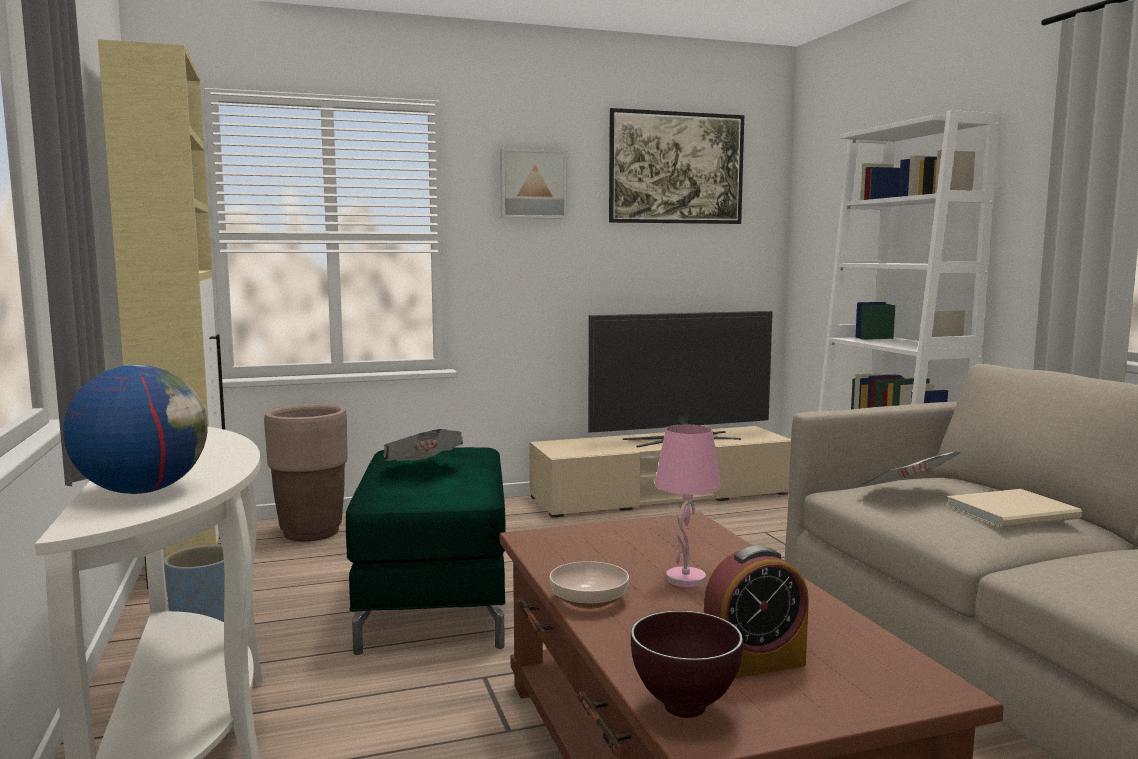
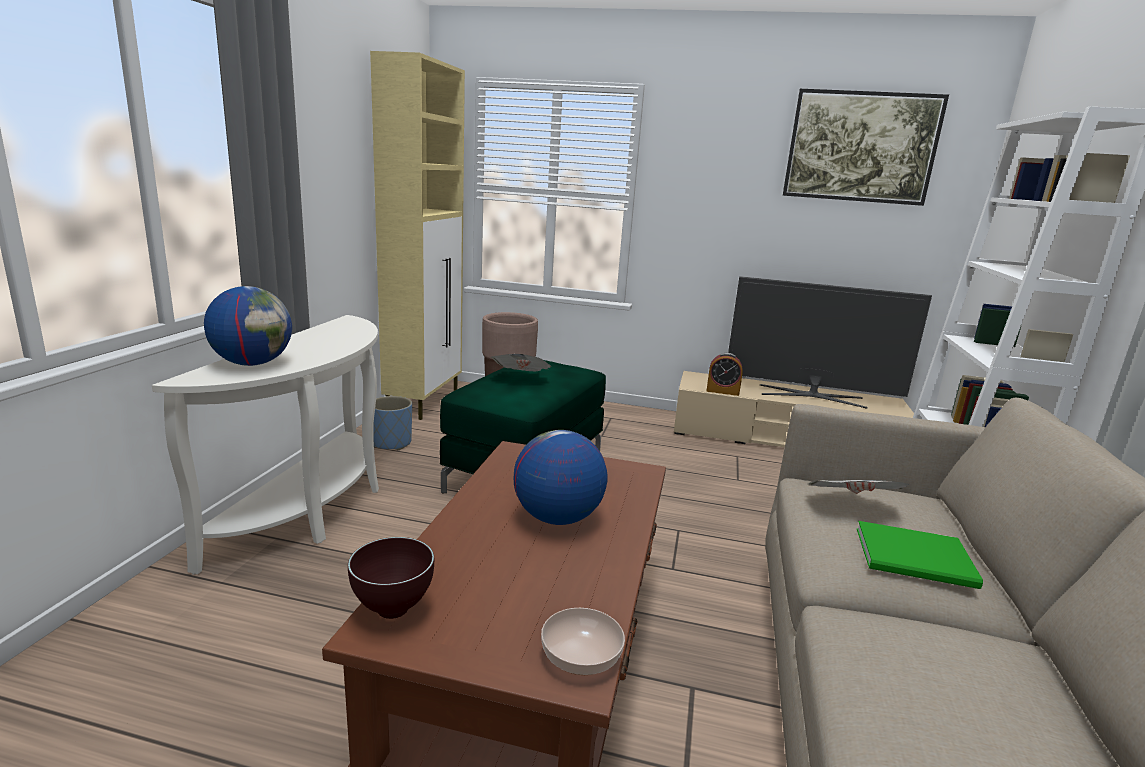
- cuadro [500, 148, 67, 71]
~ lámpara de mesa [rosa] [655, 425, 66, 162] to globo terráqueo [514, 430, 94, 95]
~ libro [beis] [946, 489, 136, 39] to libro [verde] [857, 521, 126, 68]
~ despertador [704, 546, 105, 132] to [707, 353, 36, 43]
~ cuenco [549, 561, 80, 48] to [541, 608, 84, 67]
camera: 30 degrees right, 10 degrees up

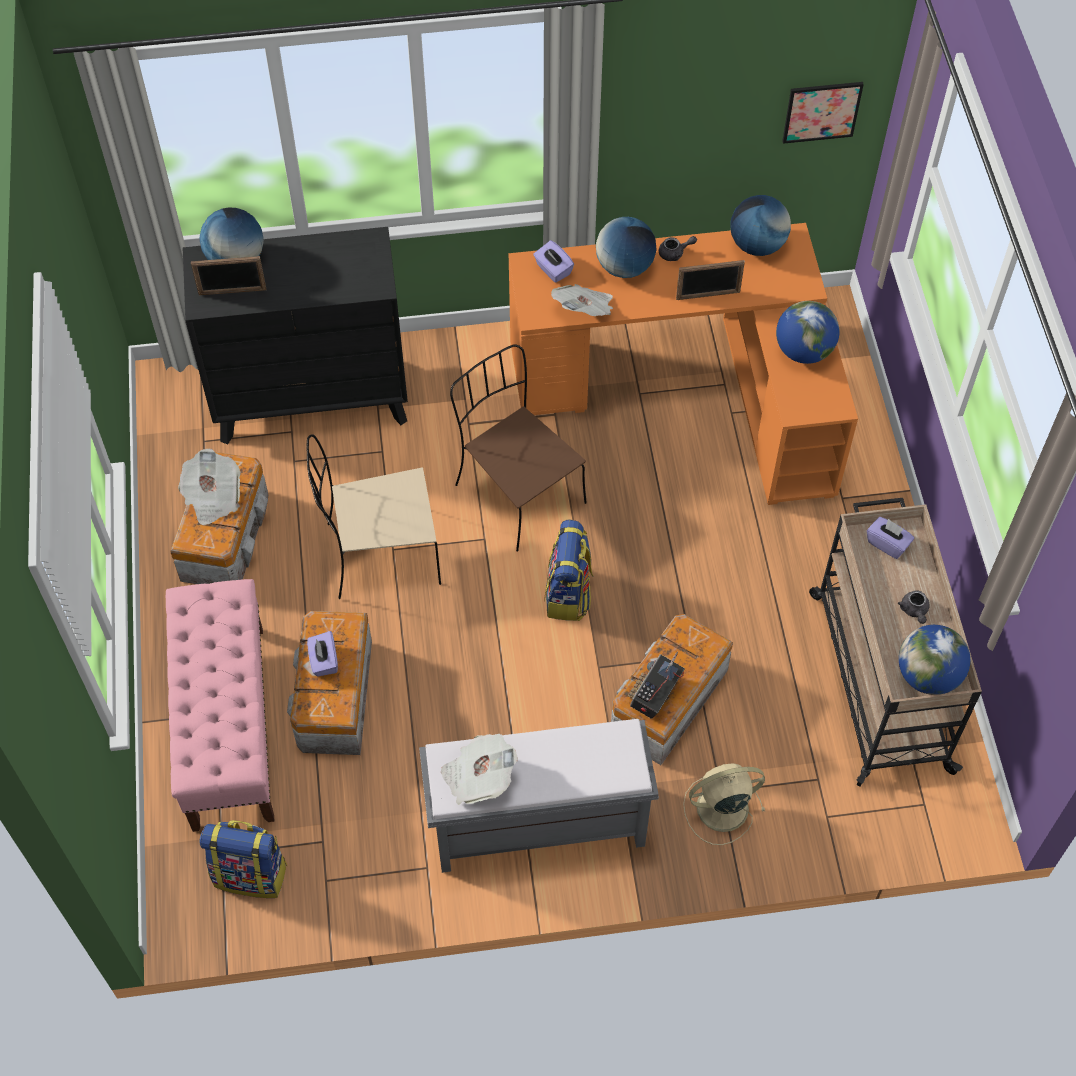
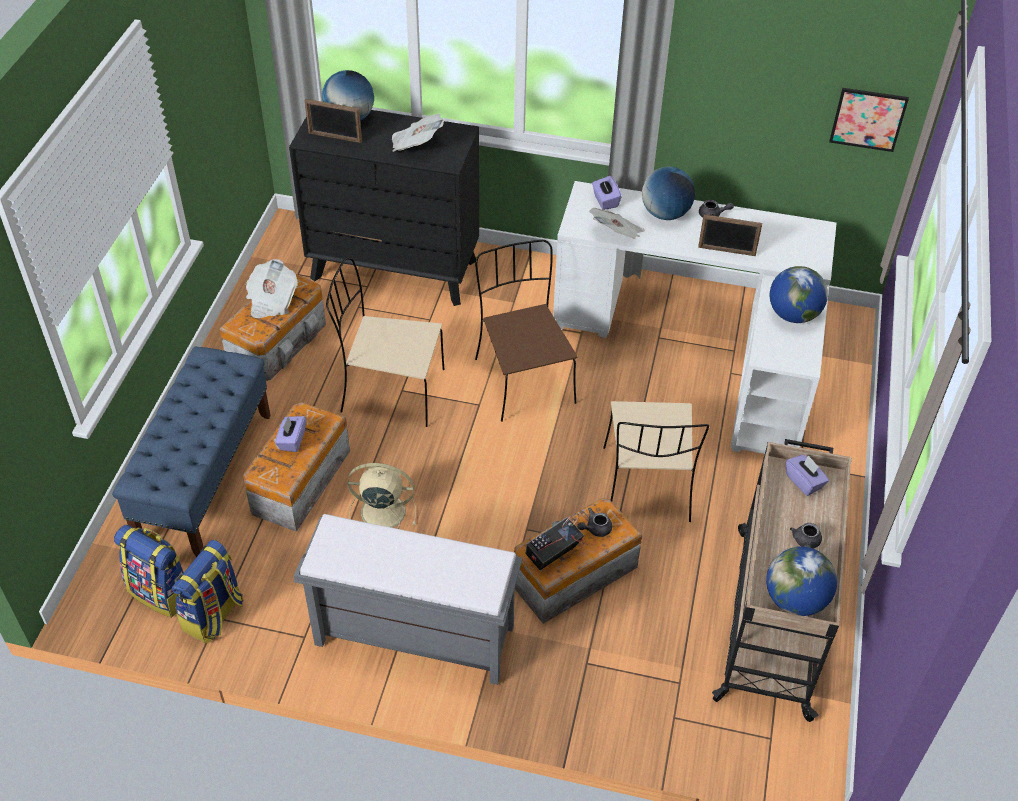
- globo terráqueo [731, 195, 60, 61]
~ escritorio [naranja] [508, 223, 350, 282] to escritorio [blanco] [553, 181, 283, 273]
~ mochila [544, 520, 50, 101] to [172, 540, 72, 103]
~ banco [rosa] [166, 579, 109, 253] to banco [azul] [112, 347, 159, 210]
~ periódico [441, 734, 77, 71] to [392, 114, 52, 38]
~ ventilador [beis] [683, 763, 82, 82] to [347, 463, 69, 66]
+ silla [beis] [603, 401, 106, 121]
+ tetera [gris] [577, 508, 35, 29]
camera: 20 degrees right, 10 degrees down

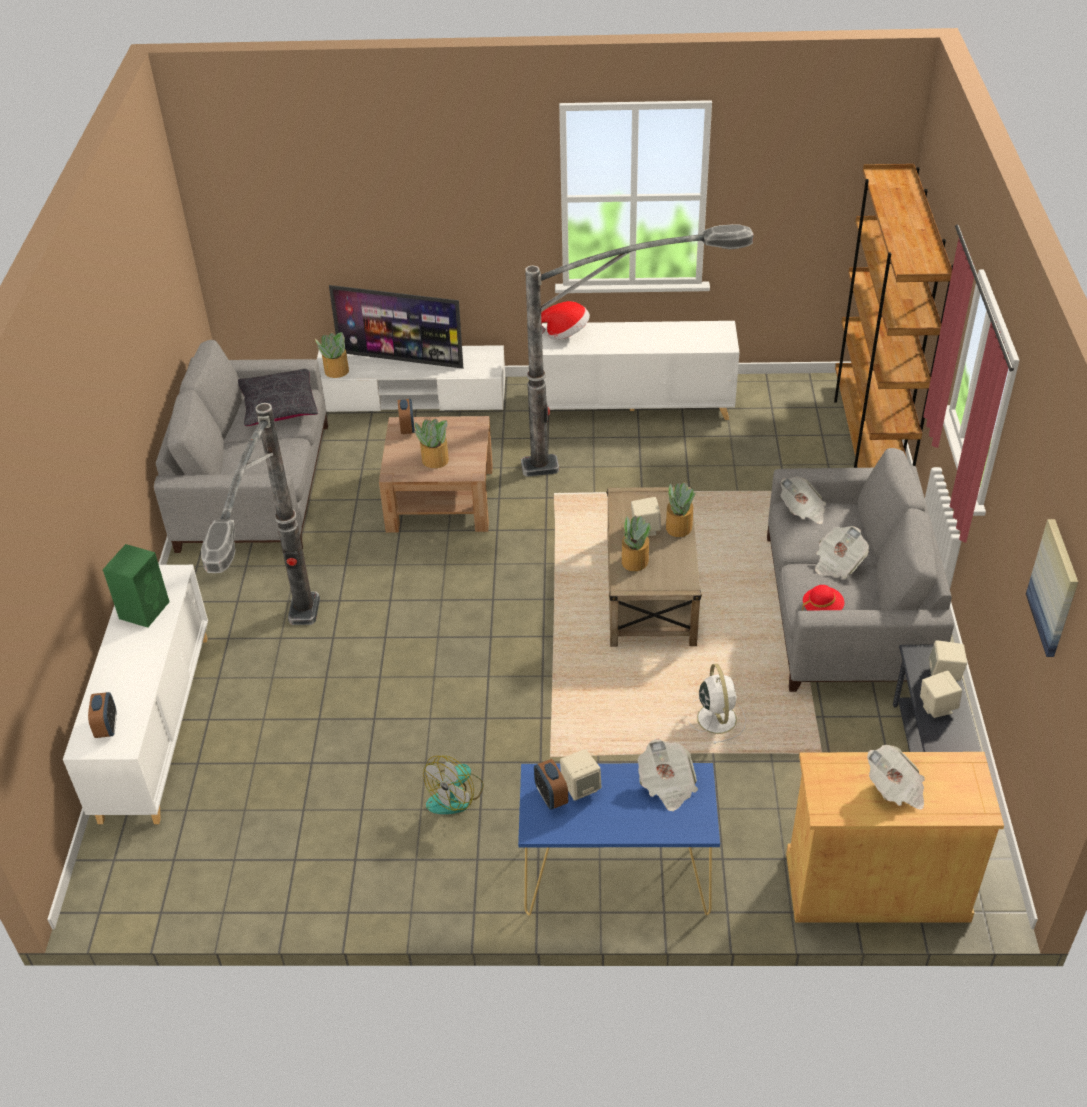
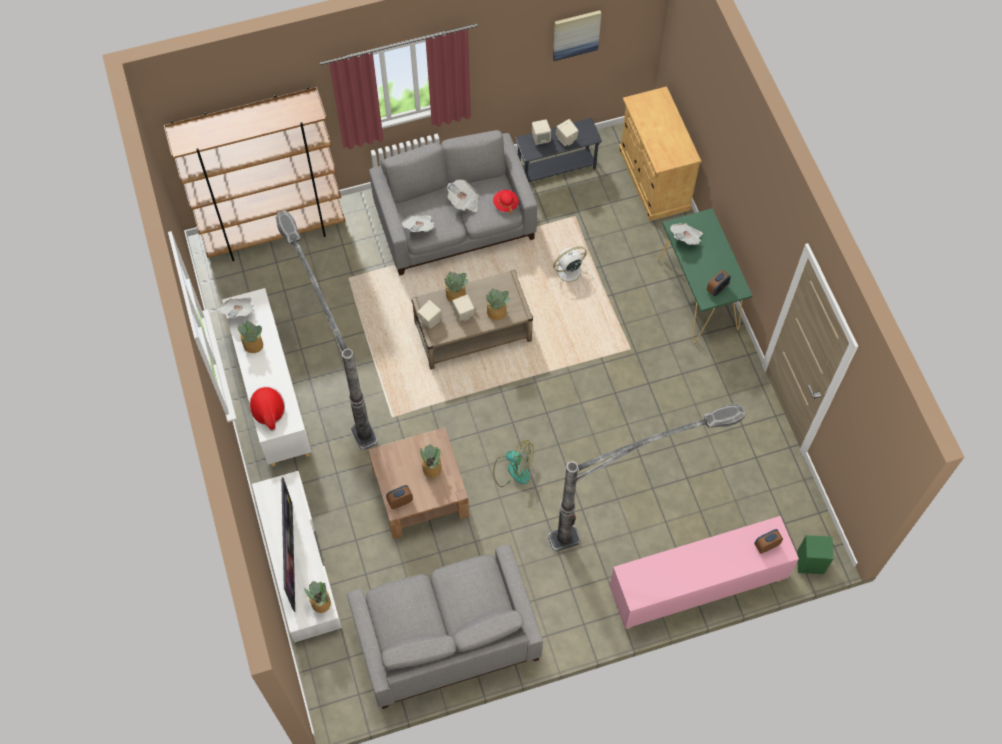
- cojín [negro] [238, 369, 80, 57]
~ altavoz [verde] [103, 544, 67, 84] to [797, 535, 37, 39]
~ armario [blanco] [63, 565, 145, 259] to armario [rosa] [609, 516, 190, 113]
~ periódico [867, 745, 58, 65] to [219, 298, 35, 20]
~ altavoz [beis] [560, 749, 42, 52] to [417, 300, 26, 28]
~ ventilador [423, 755, 60, 59] to [493, 440, 41, 47]
~ mesa consola [azul] [518, 763, 202, 153] to mesa consola [verde] [658, 208, 94, 134]
+ planta en maceta [238, 321, 25, 32]
camera: 110 degrees left, 20 degrees up

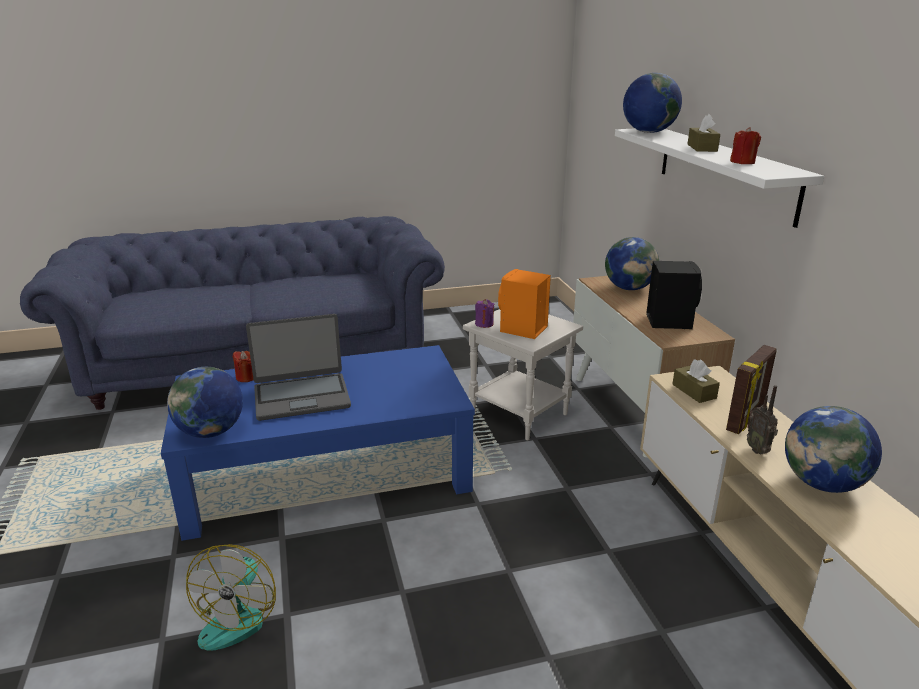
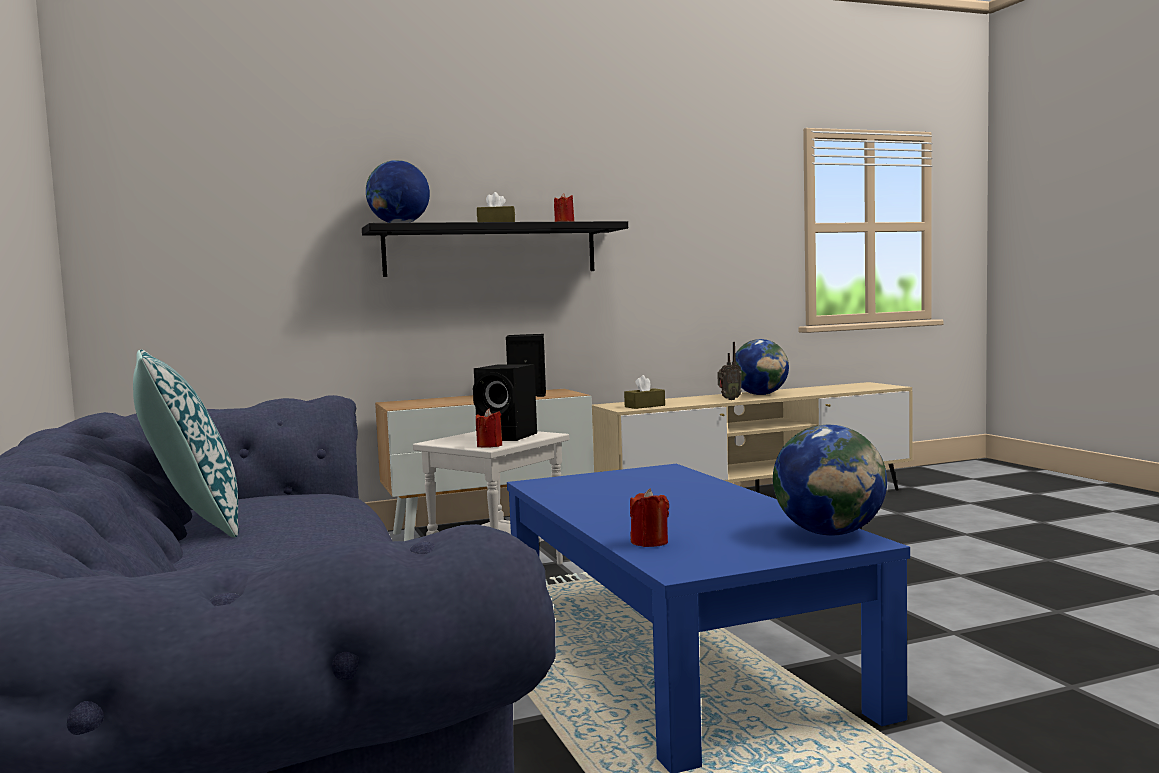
~ estante [blanco] [615, 128, 209, 100] to estante [negro] [362, 221, 266, 56]
- globo terráqueo [605, 237, 54, 53]
~ altavoz [naranja] [498, 269, 53, 70] to altavoz [negro] [473, 364, 64, 77]
~ vela [morado] [475, 299, 19, 29] to vela [rojo] [476, 409, 26, 39]
- portátil [246, 314, 105, 107]
- portarretratos [726, 345, 51, 89]
- ventilador [186, 544, 90, 107]
+ cojín [133, 349, 106, 189]
camera: 95 degrees left, 20 degrees down

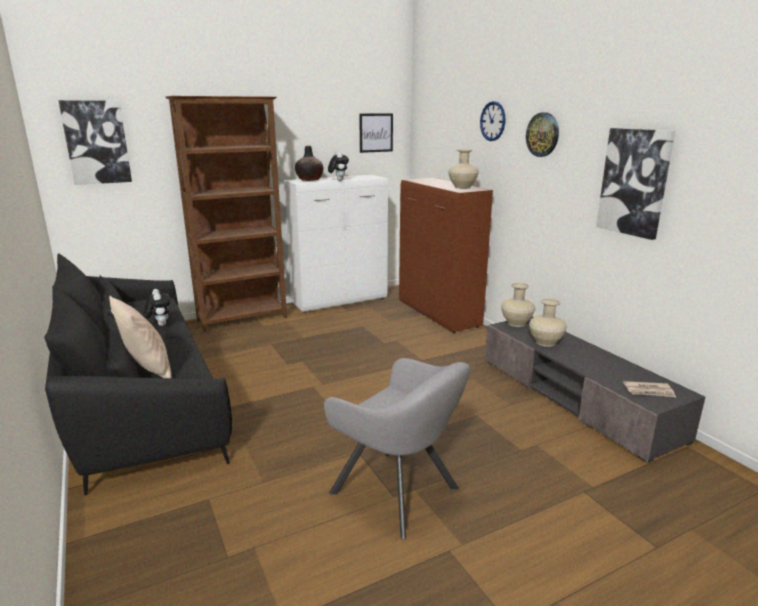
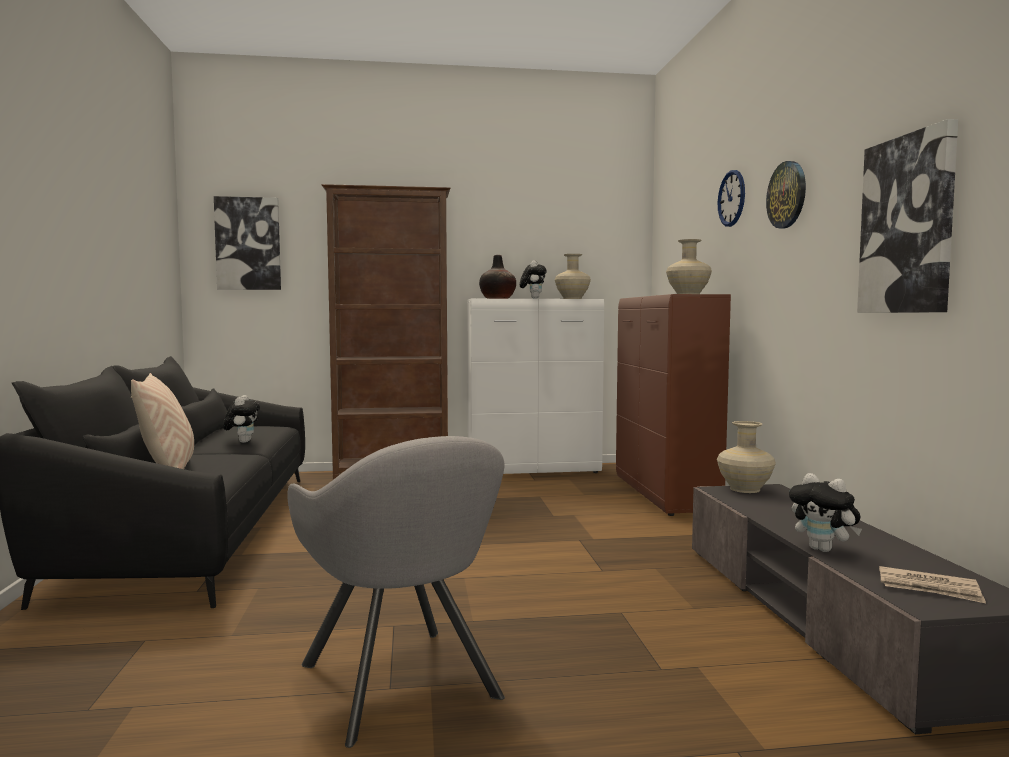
- cuadro [359, 113, 34, 40]
~ florero [beis] [529, 298, 38, 49] to [555, 254, 36, 45]
+ peluche [789, 473, 73, 79]
camera: 20 degrees right, 15 degrees down

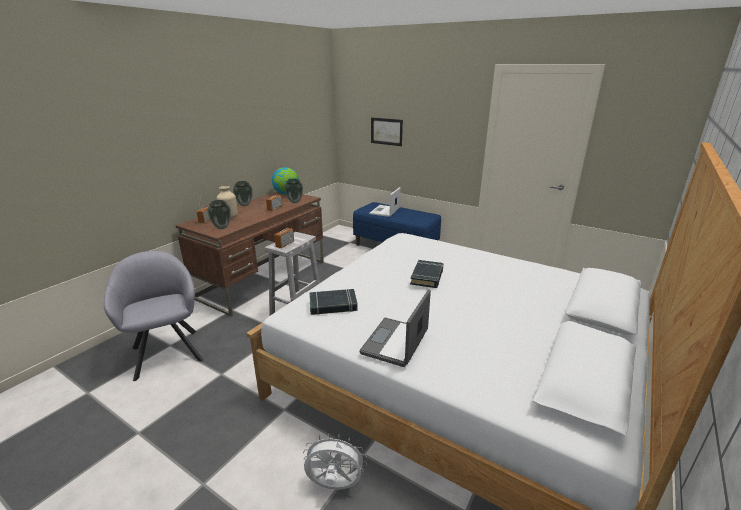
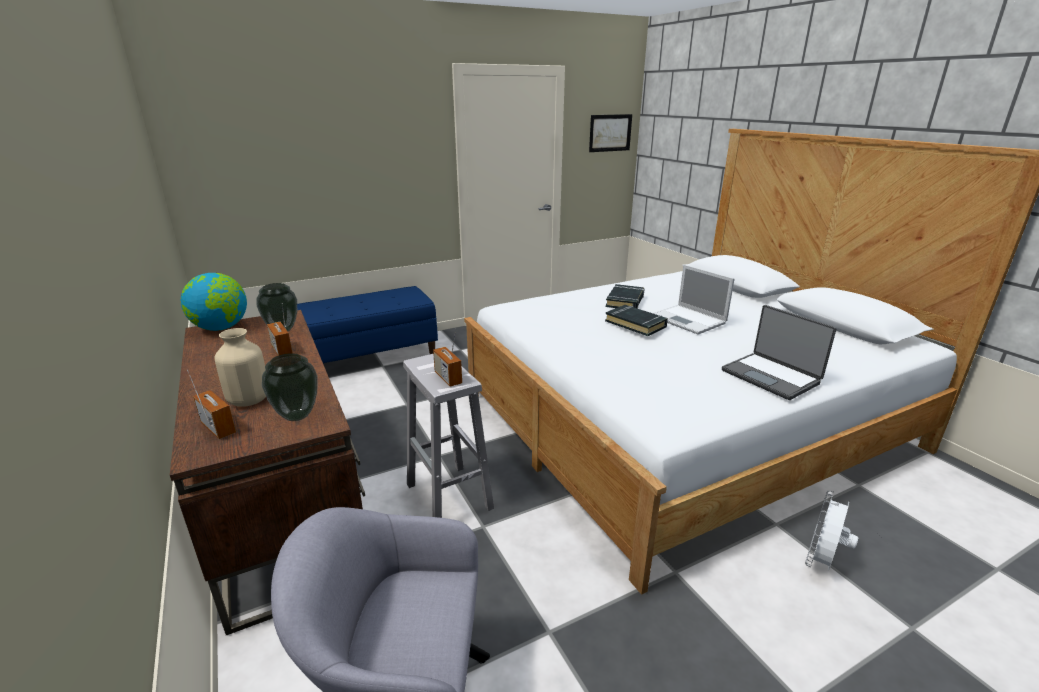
~ cuadro [371, 117, 32, 29] to [589, 114, 43, 38]
- florero [233, 181, 20, 25]
~ portátil [369, 187, 32, 30] to [653, 265, 81, 70]
~ libro [negro] [309, 289, 49, 26] to [606, 284, 39, 25]
camera: 60 degrees left, 0 degrees up

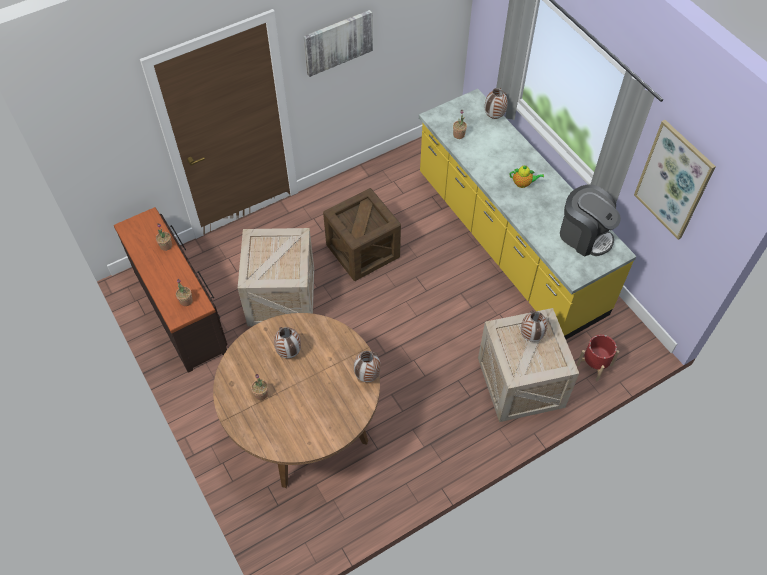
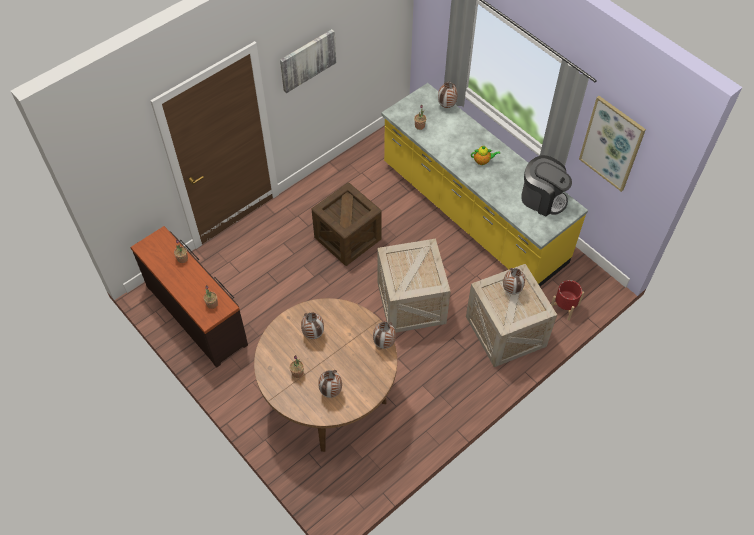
~ caja de embalaje [238, 228, 76, 98] to [377, 239, 74, 94]
+ florero [318, 370, 24, 28]
camera: 10 degrees left, 0 degrees up

